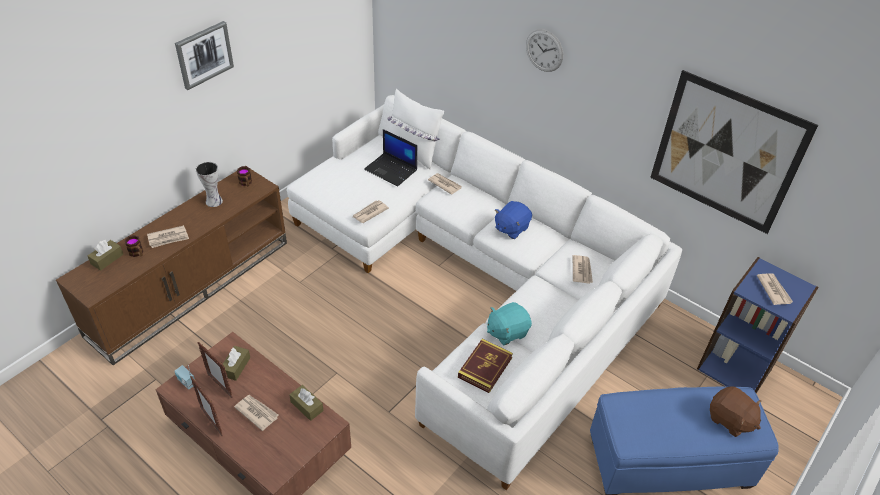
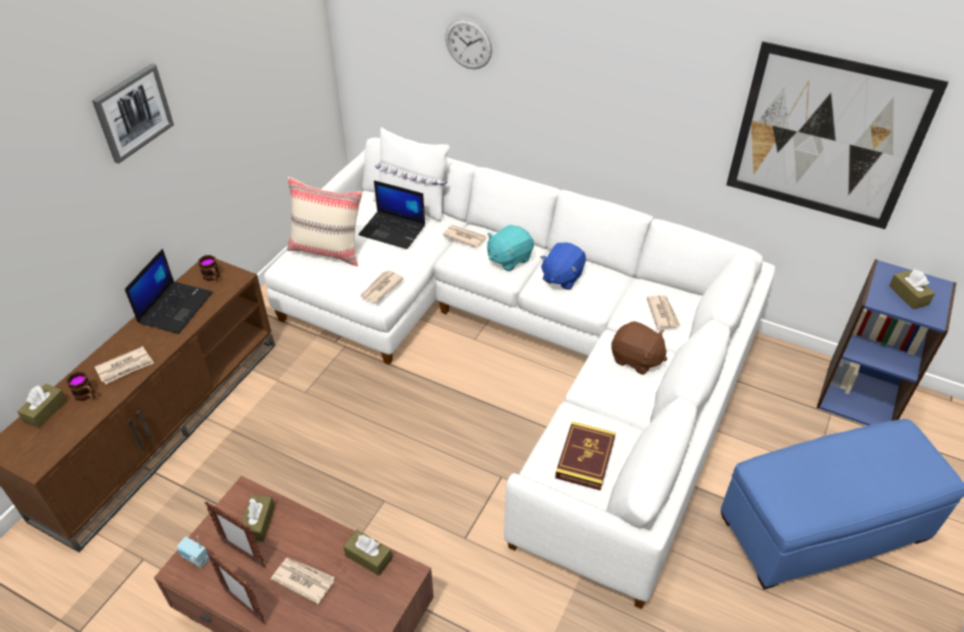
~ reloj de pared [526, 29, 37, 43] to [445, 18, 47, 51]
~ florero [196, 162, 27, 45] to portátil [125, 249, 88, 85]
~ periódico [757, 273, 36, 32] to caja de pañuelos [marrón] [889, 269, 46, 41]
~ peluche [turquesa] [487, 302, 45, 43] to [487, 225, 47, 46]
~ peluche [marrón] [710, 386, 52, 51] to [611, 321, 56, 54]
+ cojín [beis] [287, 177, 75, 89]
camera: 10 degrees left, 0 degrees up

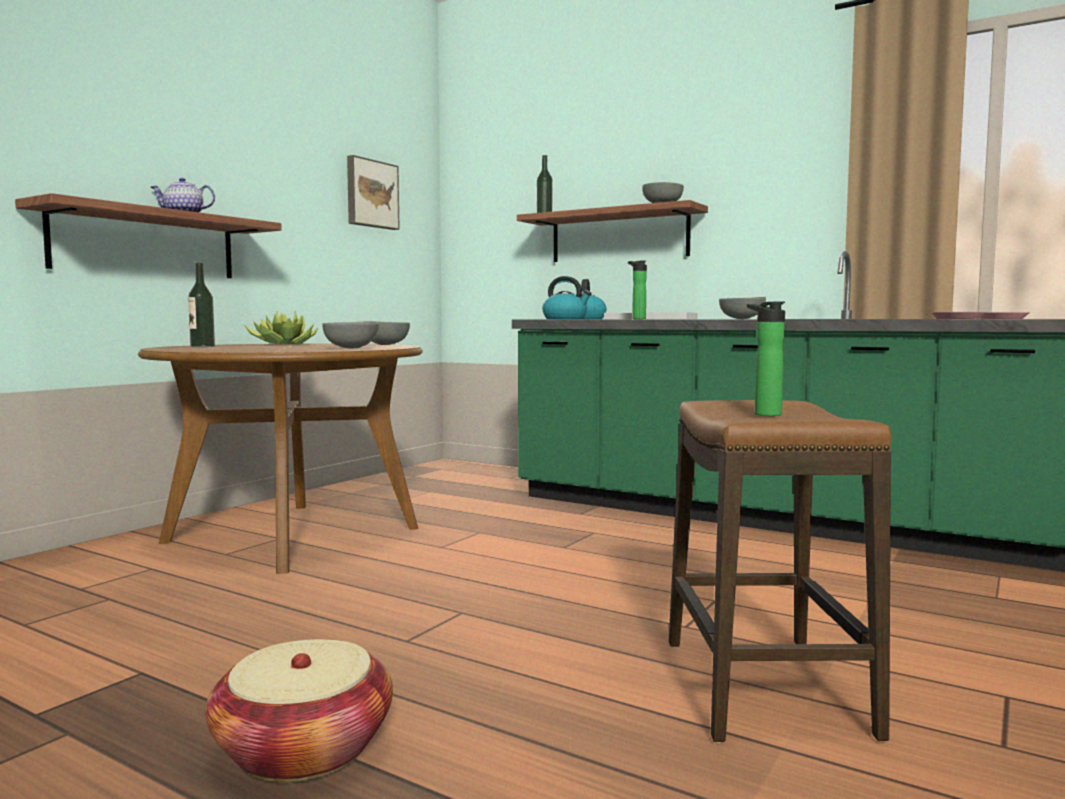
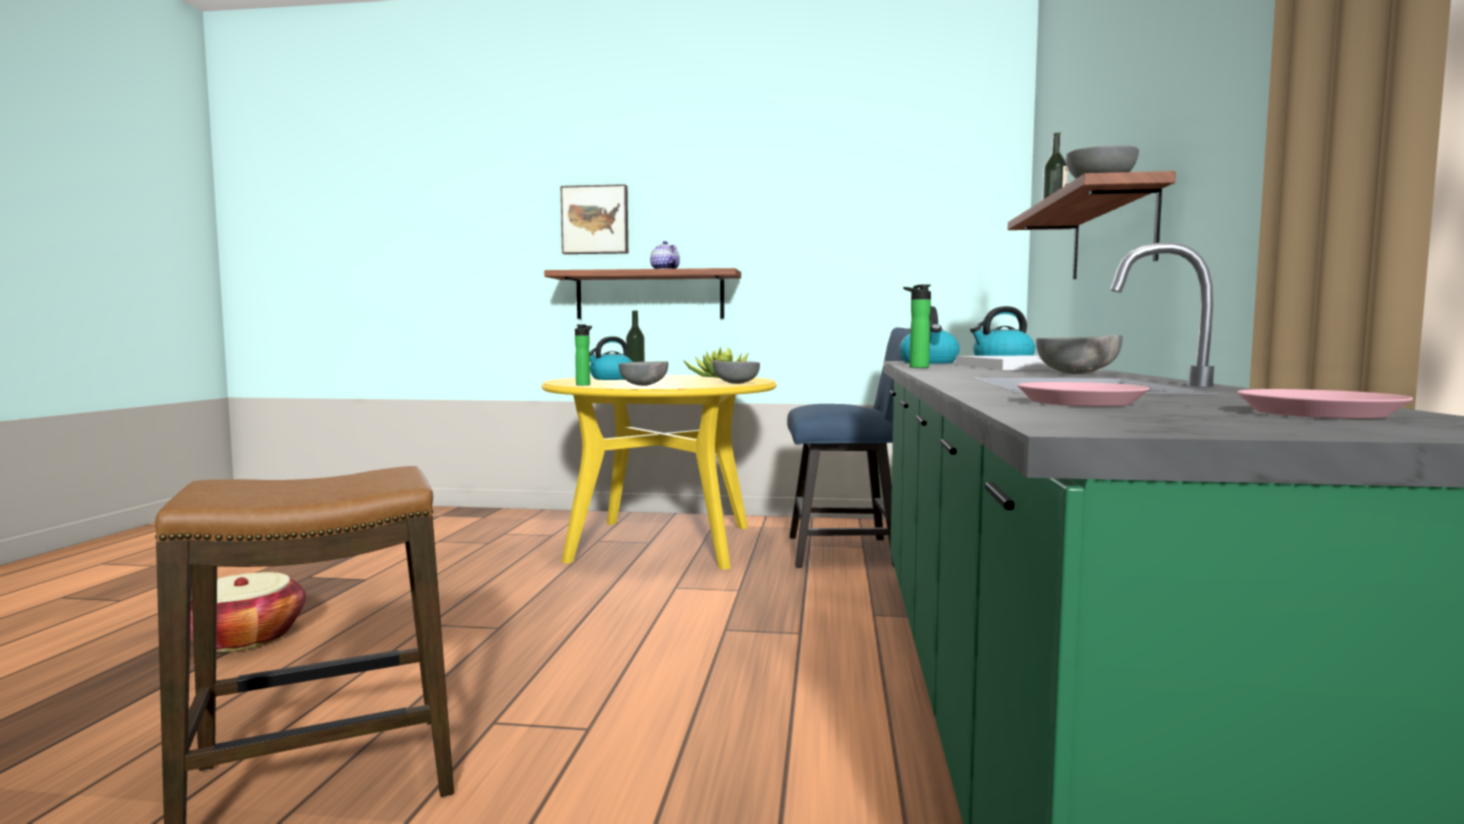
~ cuadro [347, 155, 53, 75] to [561, 184, 67, 70]
~ botella [747, 302, 38, 114] to [575, 324, 17, 62]
~ mesa de comedor [marrón] [138, 343, 285, 231] to mesa de comedor [amarillo] [541, 375, 236, 195]
+ silla [azul] [787, 327, 124, 241]
+ hervidor [589, 336, 43, 44]
camera: 65 degrees right, 0 degrees up

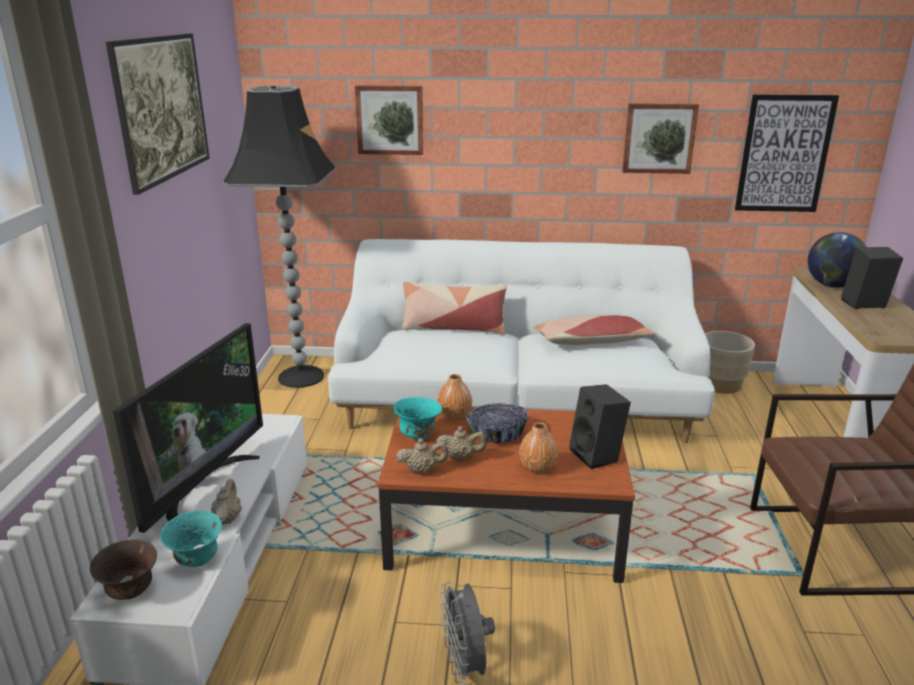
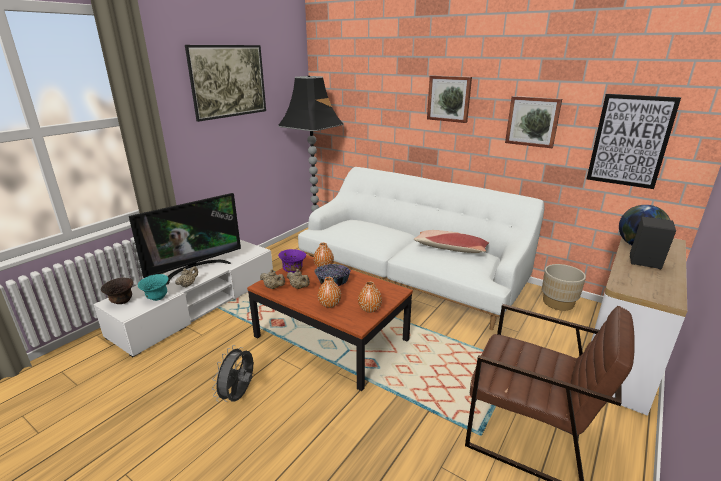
~ cuadro [355, 85, 68, 70] to [427, 75, 45, 48]
- cojín [402, 282, 105, 53]
~ altavoz [negro] [569, 384, 62, 85] to florero [naranja] [358, 281, 24, 32]
~ cuenco [turquesa] [393, 397, 49, 43] to cuenco [morado] [278, 249, 28, 24]
camera: 30 degrees right, 0 degrees up

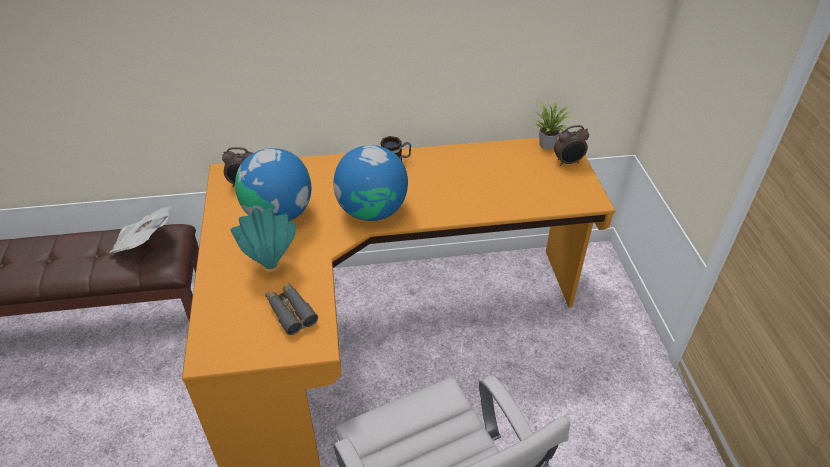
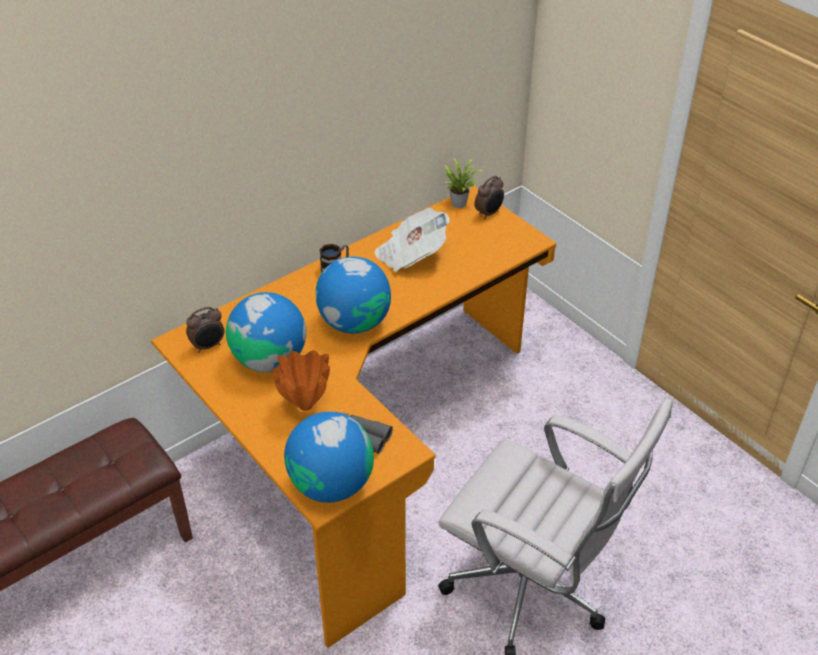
~ periódico [110, 206, 61, 47] to [374, 208, 76, 64]
~ florero [turquesa] [230, 208, 66, 61] to florero [naranja] [272, 350, 58, 61]
+ globo terráqueo [284, 412, 90, 91]
camera: 30 degrees left, 0 degrees up

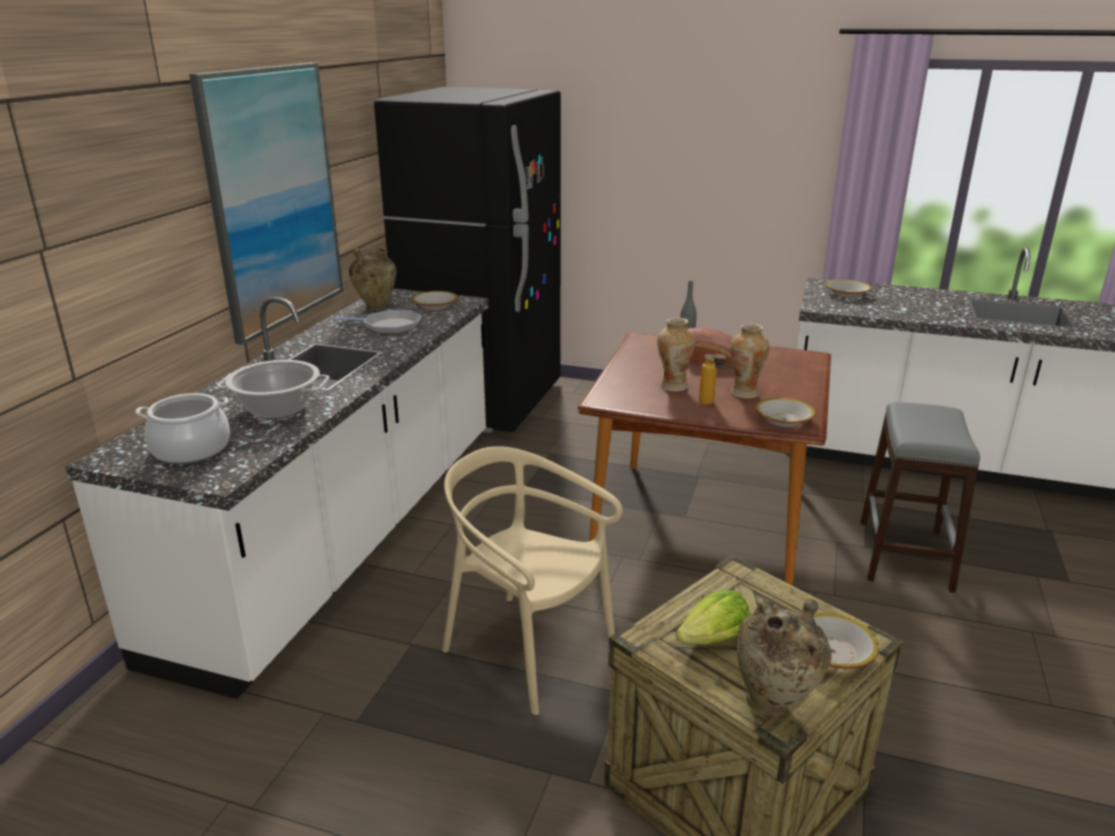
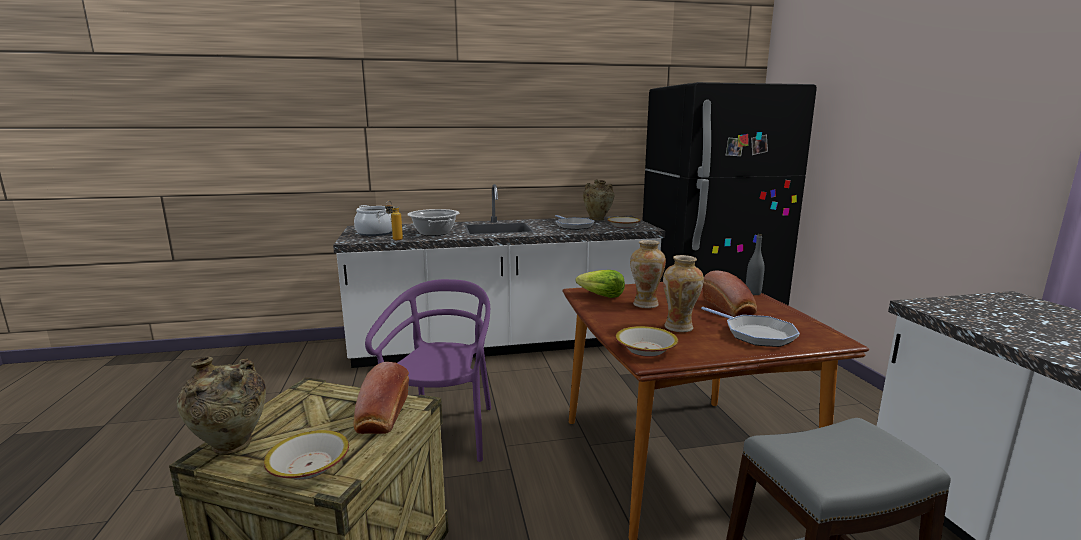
- cuadro [189, 63, 154, 282]
- cuenco [826, 280, 46, 18]
~ botella [699, 349, 27, 56] to [385, 201, 18, 39]
~ silla [beis] [442, 446, 181, 269] to silla [morado] [365, 279, 126, 183]
~ lechuga [676, 590, 74, 55] to [575, 270, 50, 28]
+ sartén [701, 307, 99, 40]
+ pan [354, 362, 55, 72]
camera: 60 degrees right, 10 degrees down

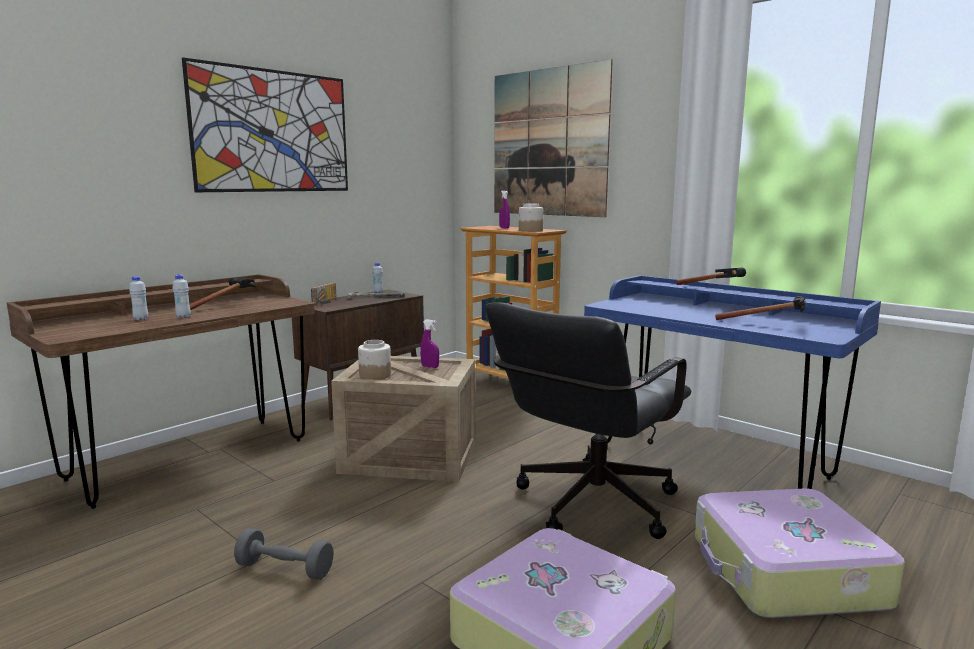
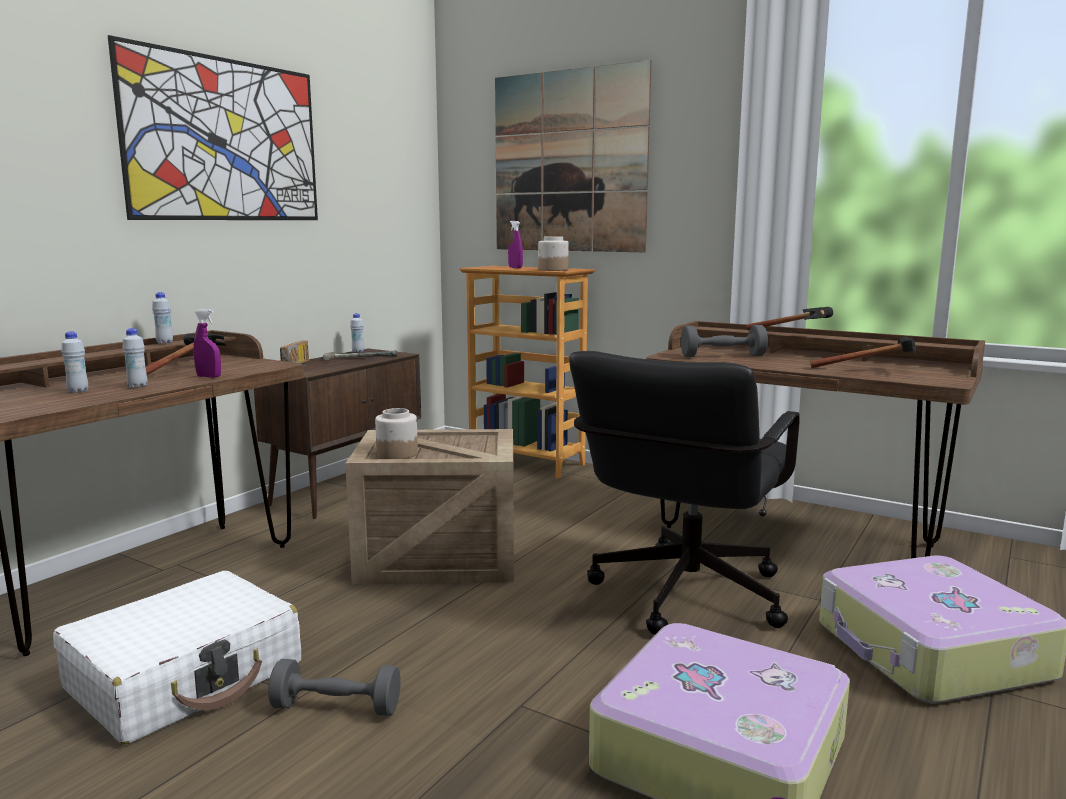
~ escritorio [azul] [584, 275, 297, 214] to escritorio [marrón] [646, 321, 339, 237]
~ pulverizador [morado] [420, 319, 19, 49] to [193, 309, 28, 69]
+ botella [blanco] [152, 292, 21, 52]
+ mancuerna [gris] [681, 325, 87, 32]
+ maleta [blanco] [53, 571, 248, 173]
camera: 10 degrees left, 0 degrees up

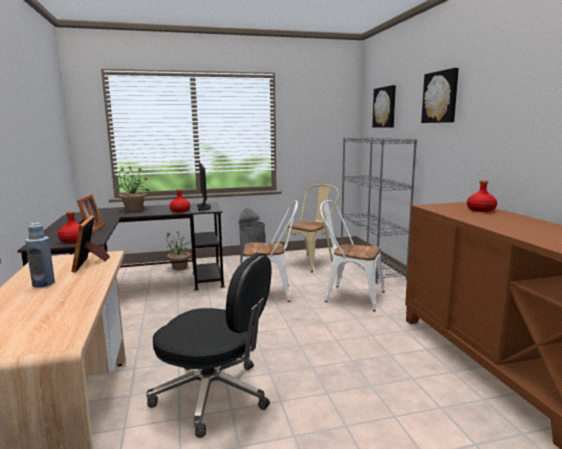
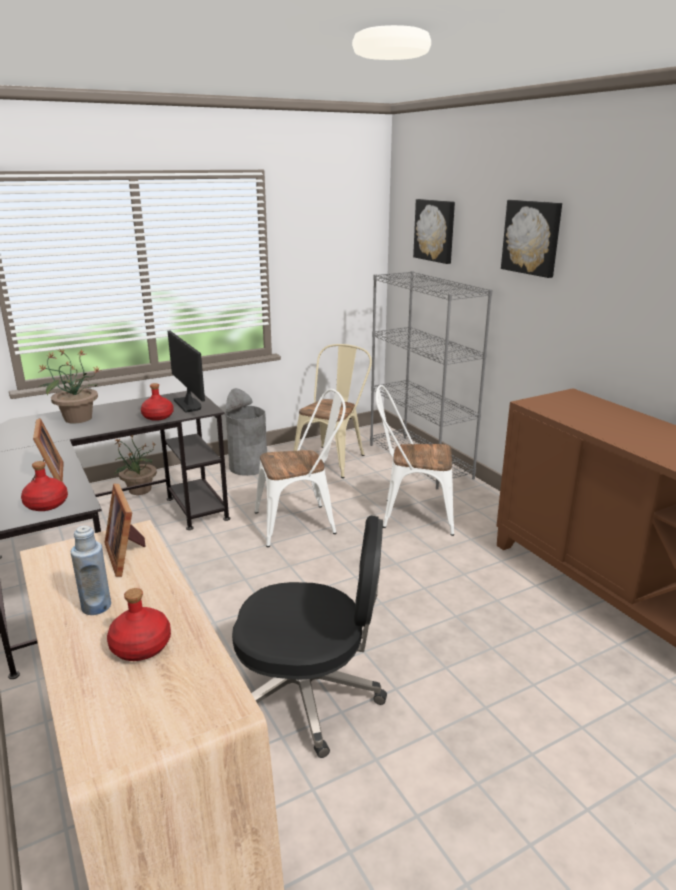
~ botella [rojo] [467, 180, 30, 32] to [107, 588, 64, 73]
camera: 15 degrees left, 10 degrees up

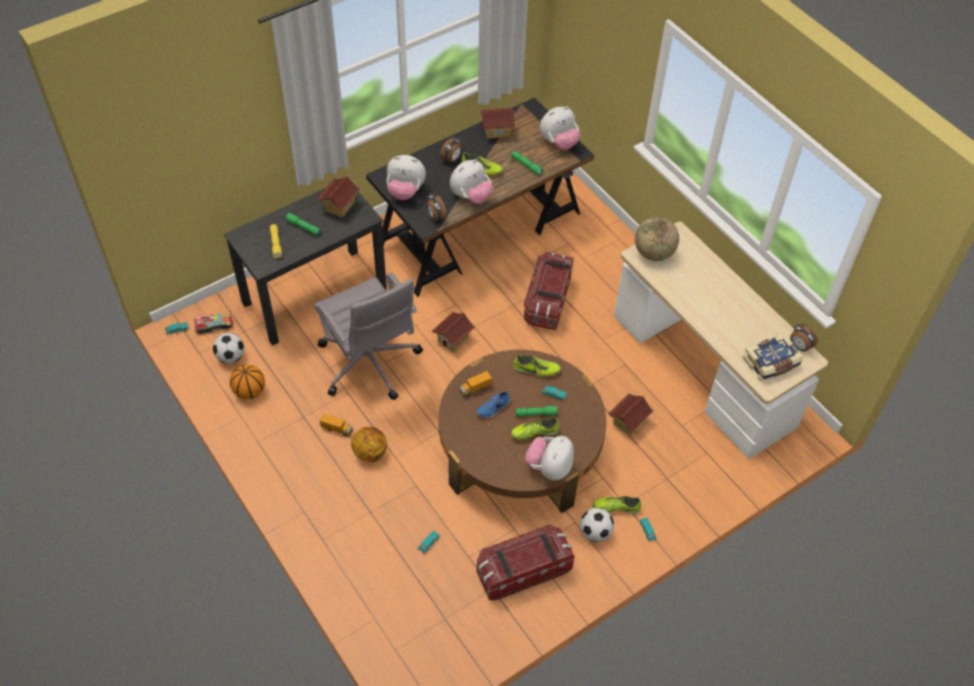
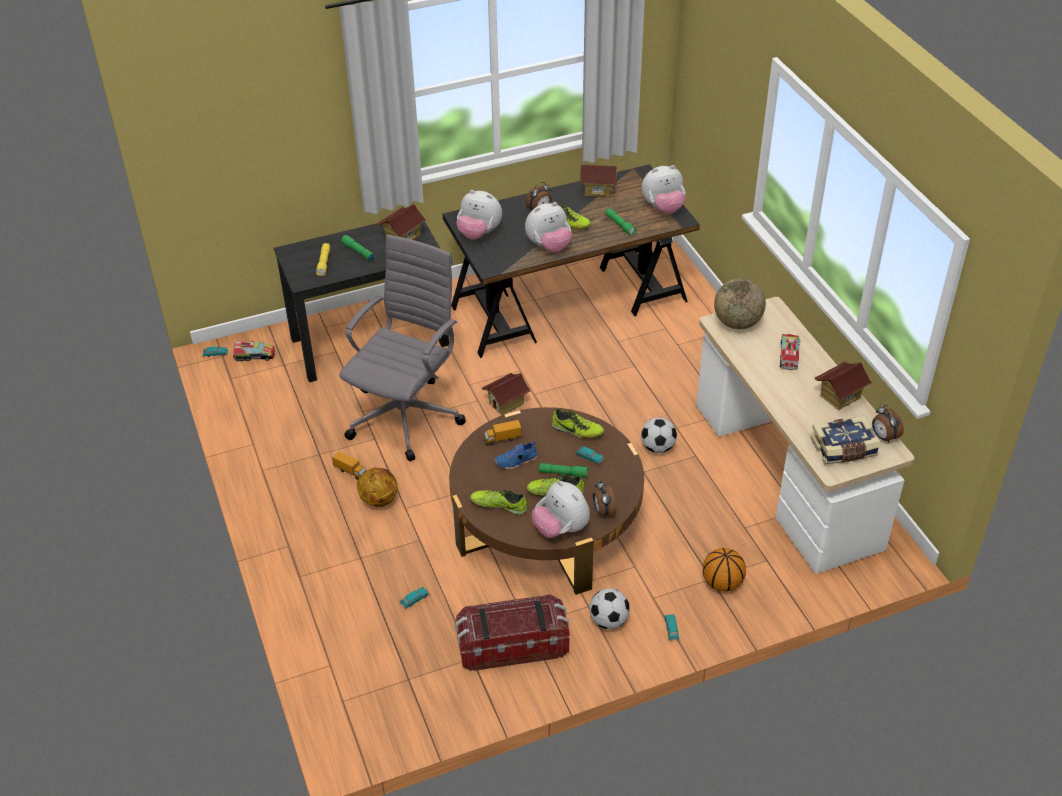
~ despertador [426, 193, 21, 28] to [593, 480, 23, 38]
- caja de almacenaje [524, 252, 50, 78]
~ silla de oficina [gris] [314, 272, 109, 128] = [339, 235, 127, 226] 135 degrees counterclockwise
~ balón de fútbol [213, 333, 31, 31] to [641, 417, 36, 36]
~ balón de baloncesto [230, 365, 35, 34] to [703, 548, 43, 43]
~ casita [608, 393, 46, 43] to [815, 362, 58, 48]
~ peluche [525, 436, 49, 44] = [532, 481, 58, 57] 75 degrees counterclockwise
~ zapato [593, 496, 48, 18] to [470, 490, 57, 25]
+ camión de juguete [780, 334, 21, 36]
camera: 15 degrees right, 10 degrees down

